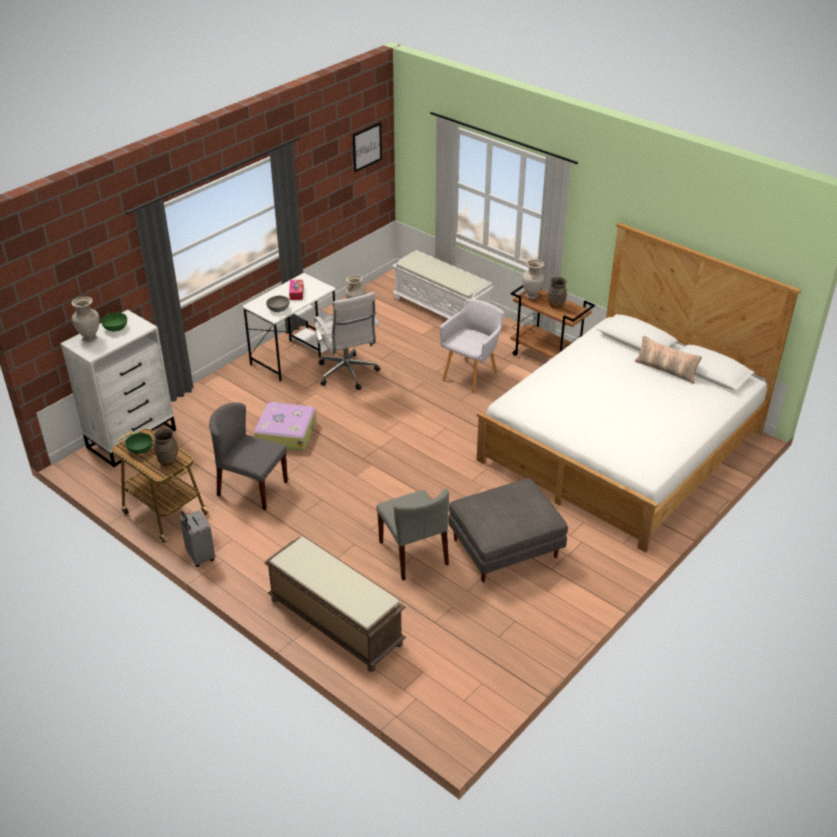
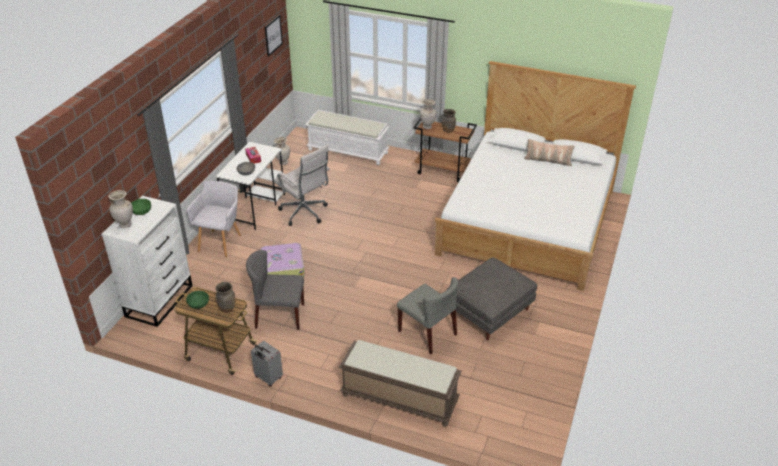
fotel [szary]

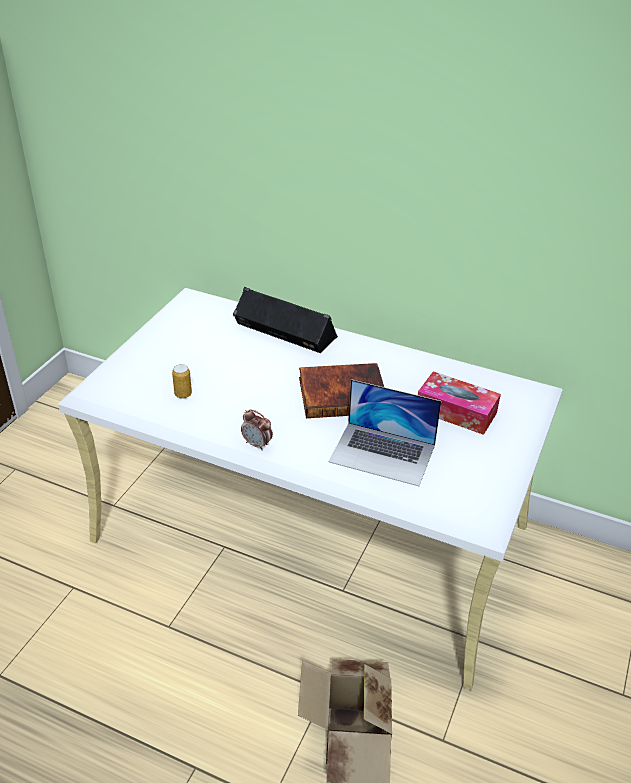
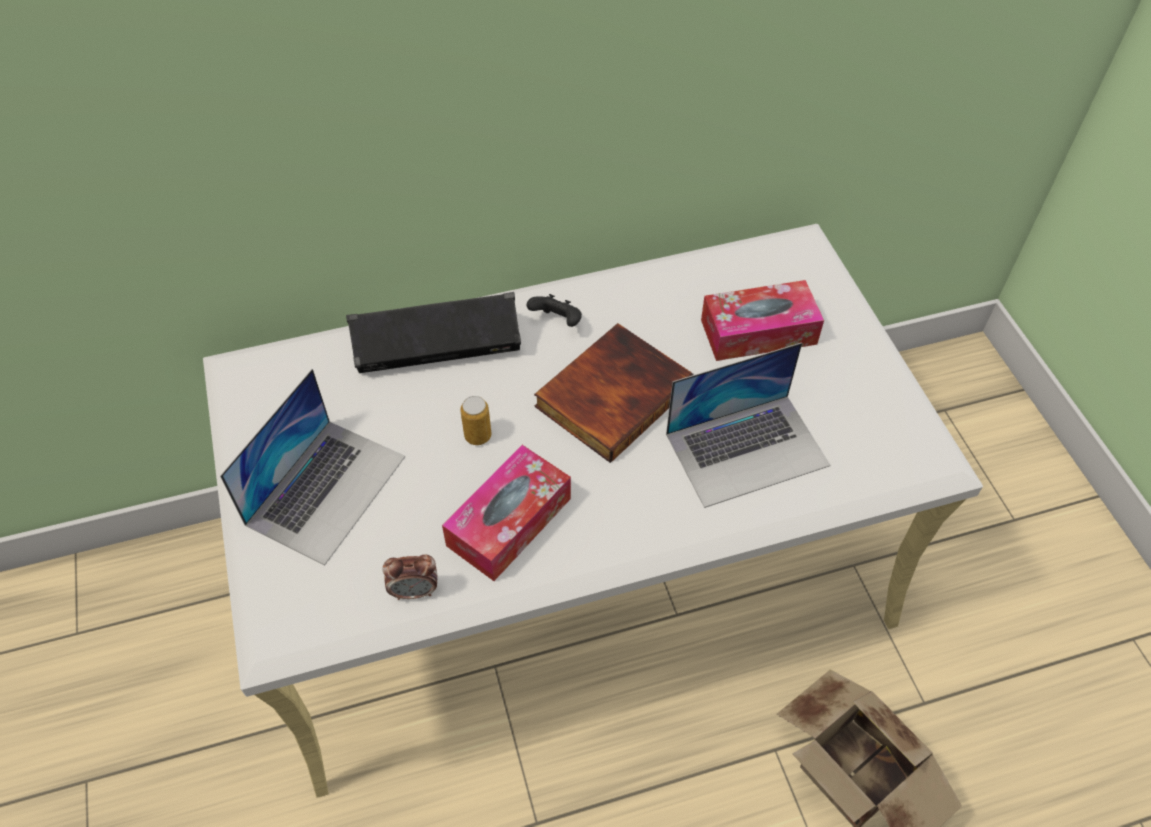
laptop (1st from left); pudełko chusteczek (1st from left); pad do gier [czarny]; puszka; budzik

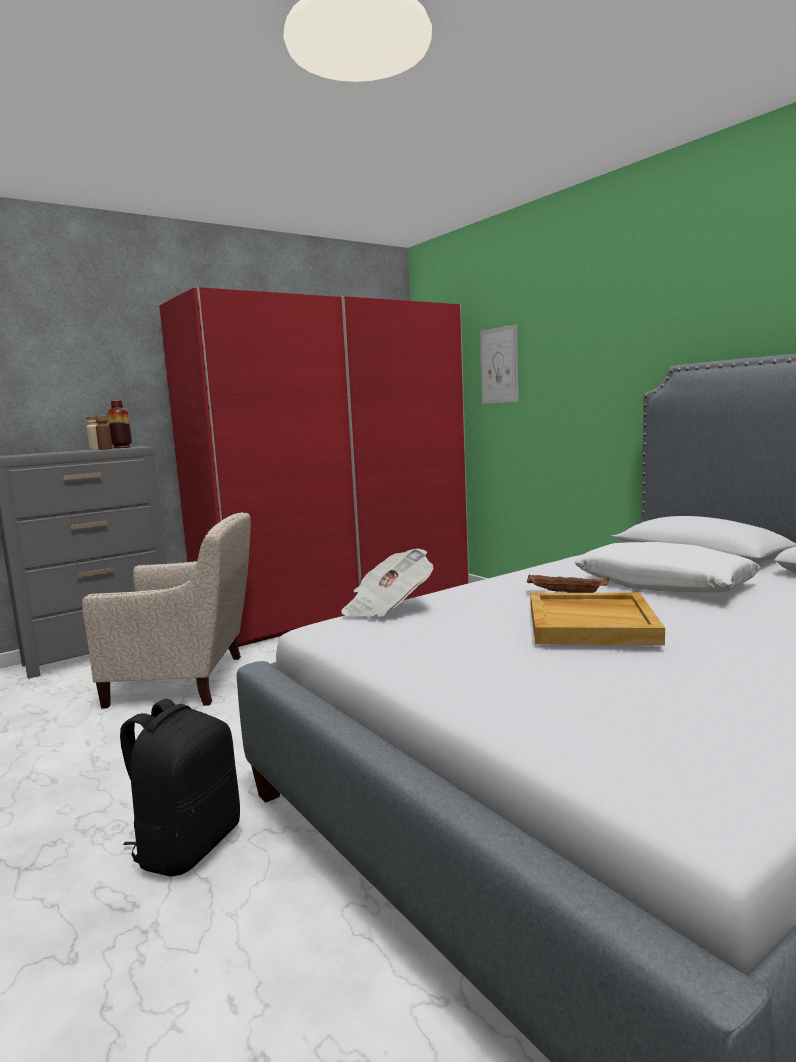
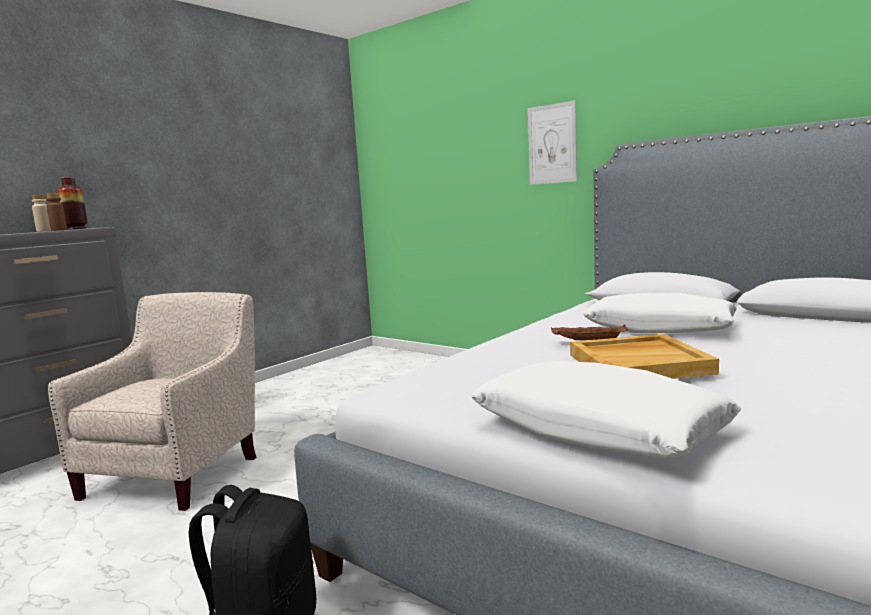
szafa [czerwony]; gazeta; poduszka [biały] (1st from left); obraz; fotel [beżowy]

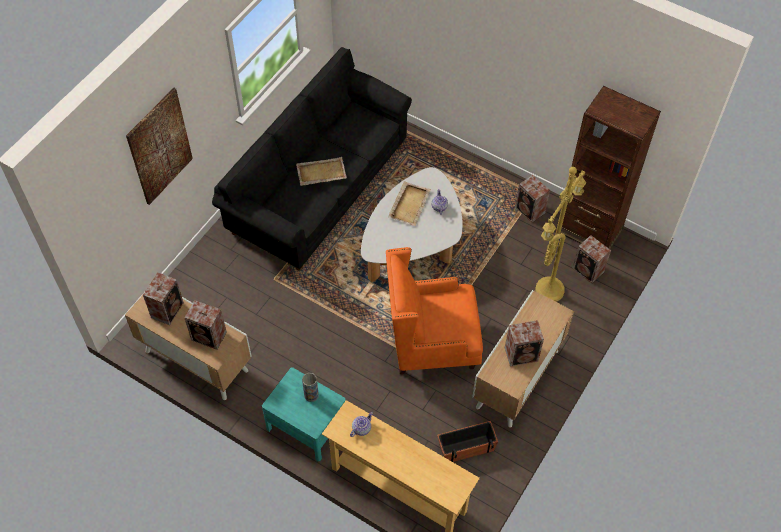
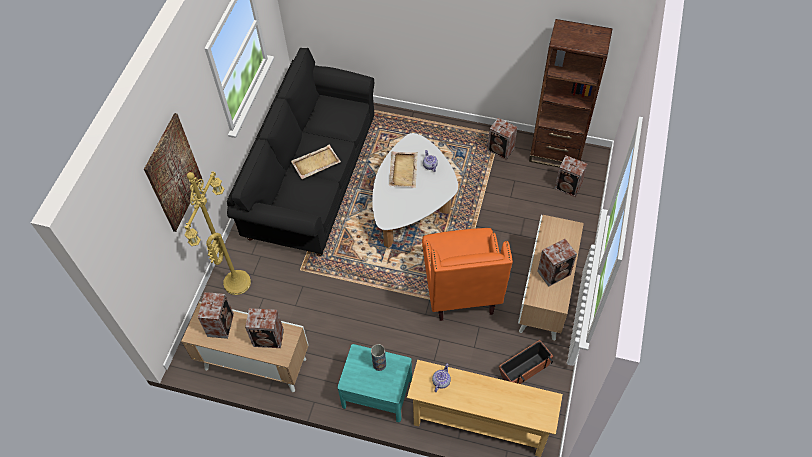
lampa stojąca [żółty]; fotel [pomarańczowy]

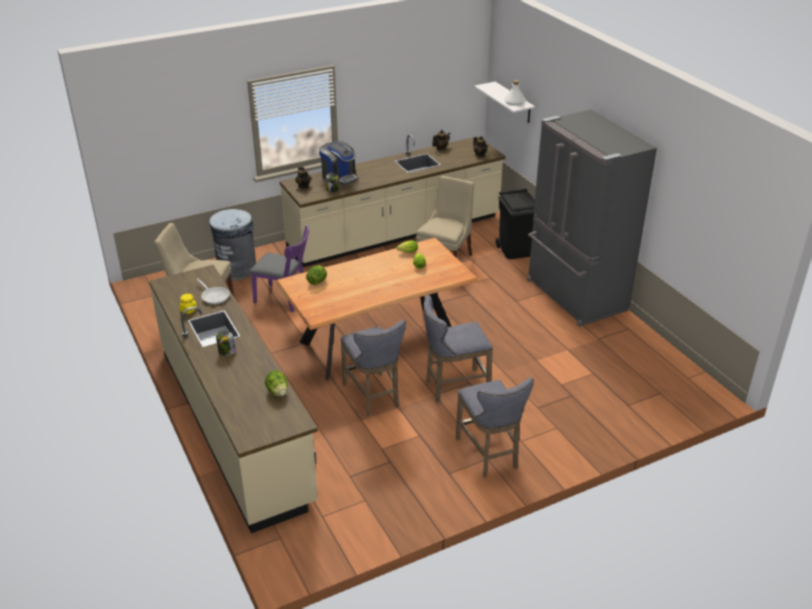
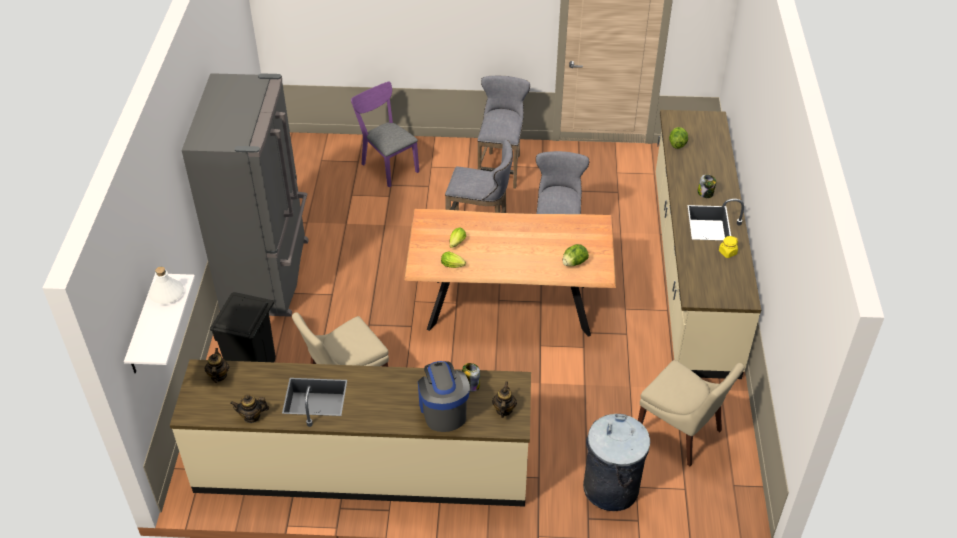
patelnia; krzesło [fioletowy]

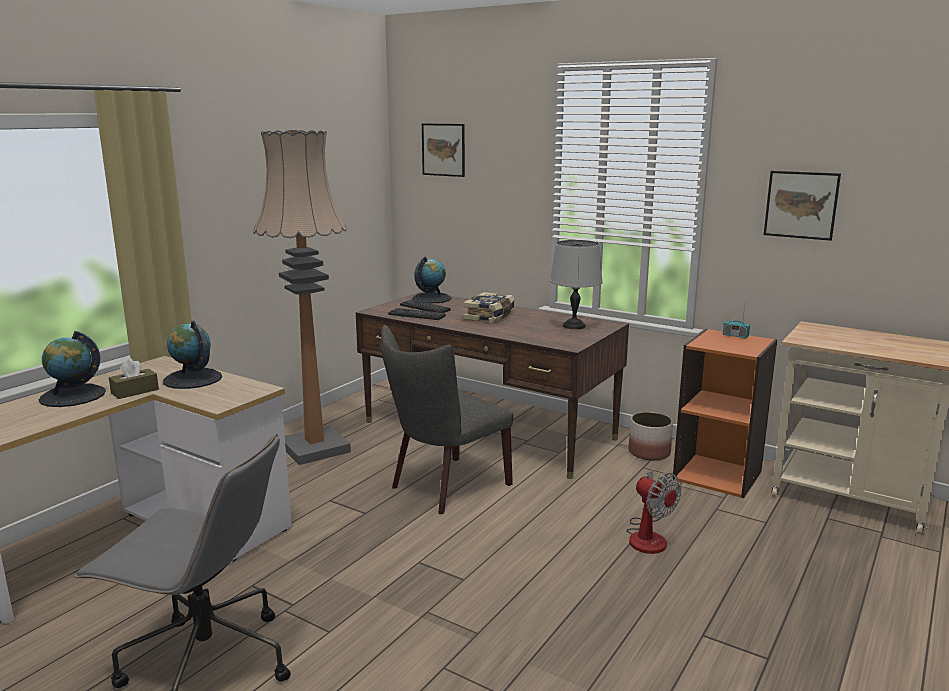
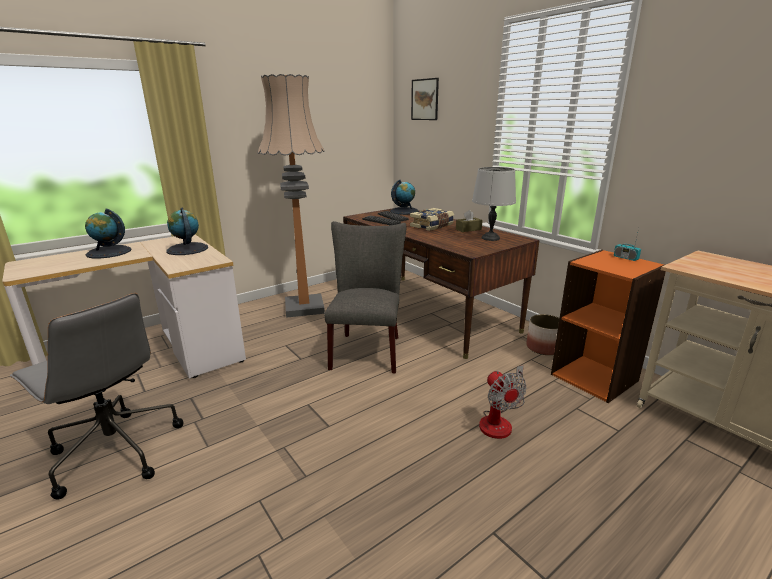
obraz (2nd from left in the first image); pudełko chusteczek [brązowy]; krzesło [szary]

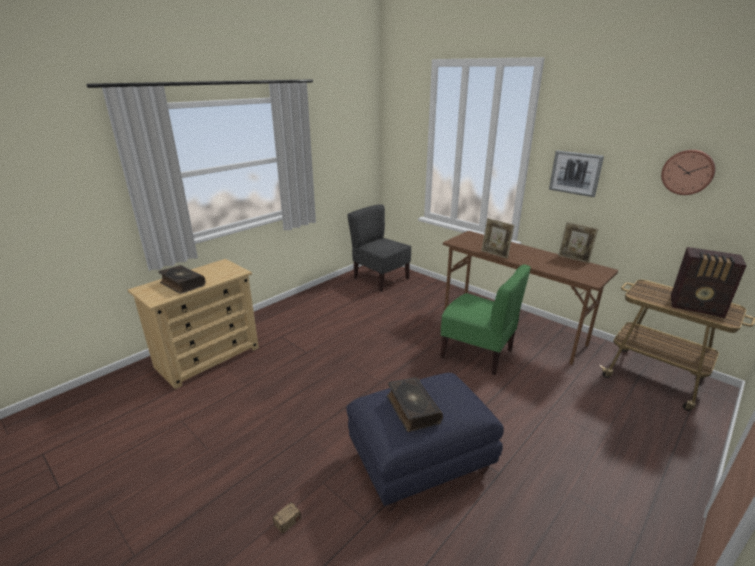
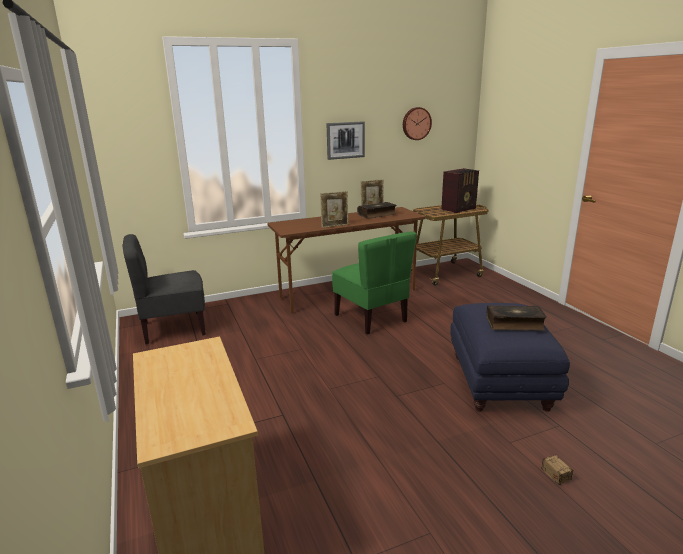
książka (1st from left); krzesło [zielony]

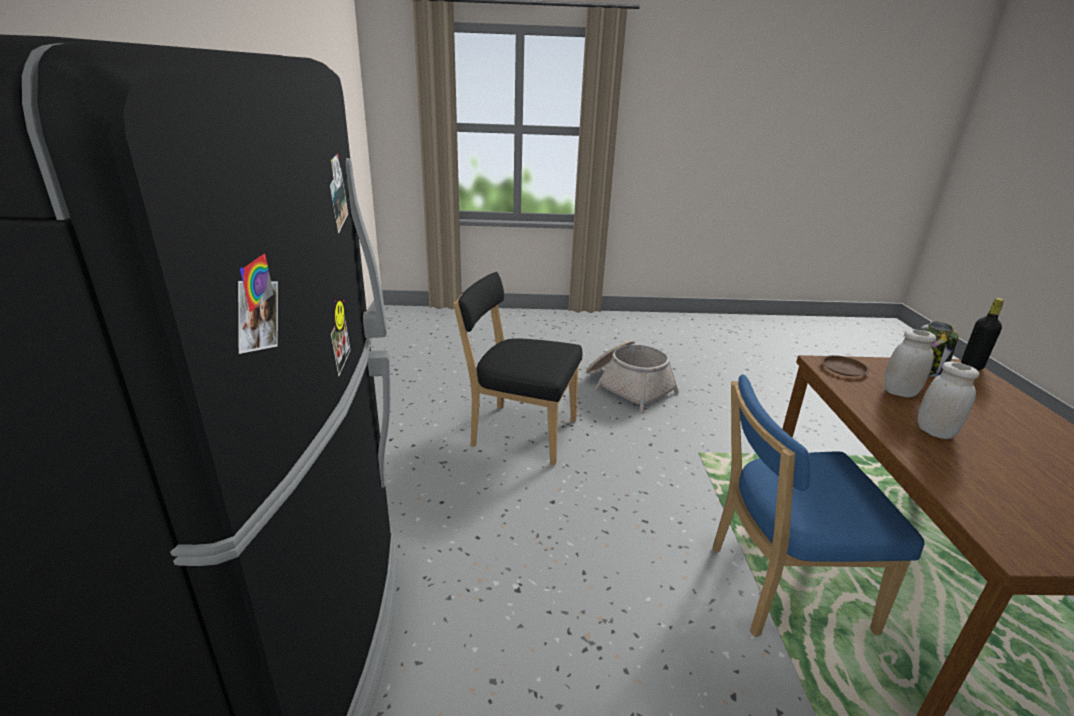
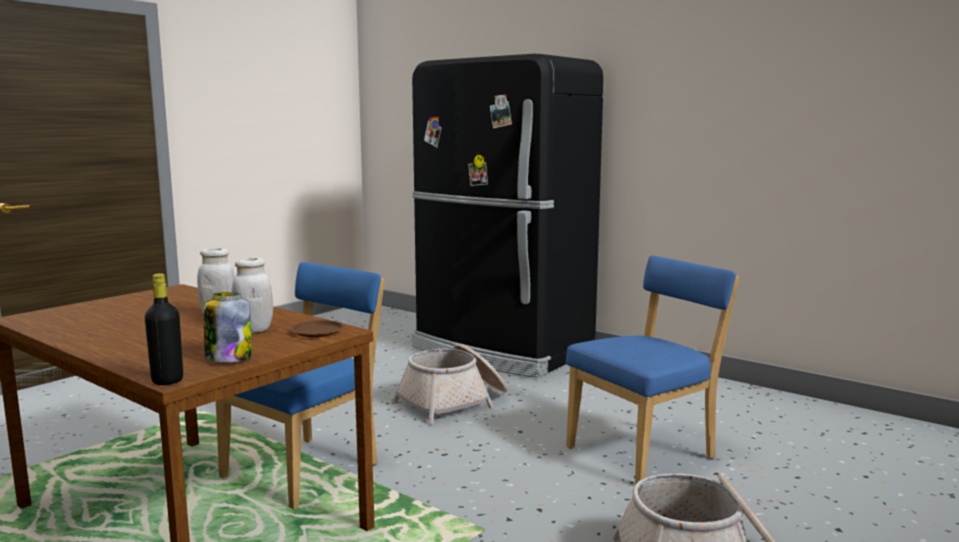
koszyk (1st from left); krzesło [niebieski] (2nd from left)

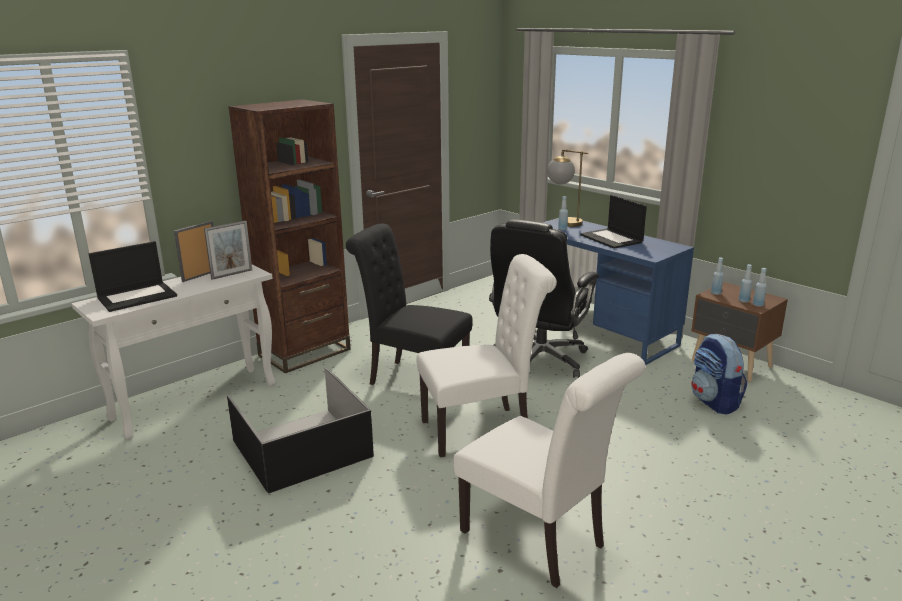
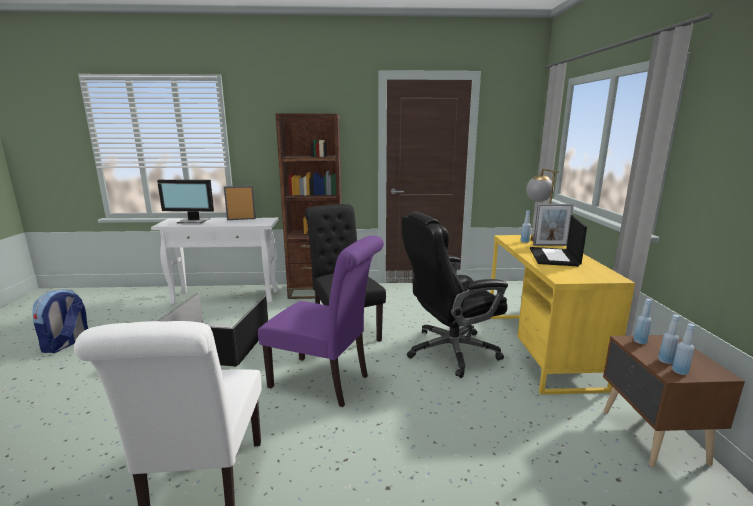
ramka na zdjęcie (2nd from left); plecak; monitor; krzesło [fioletowy]; biurko [żółty]

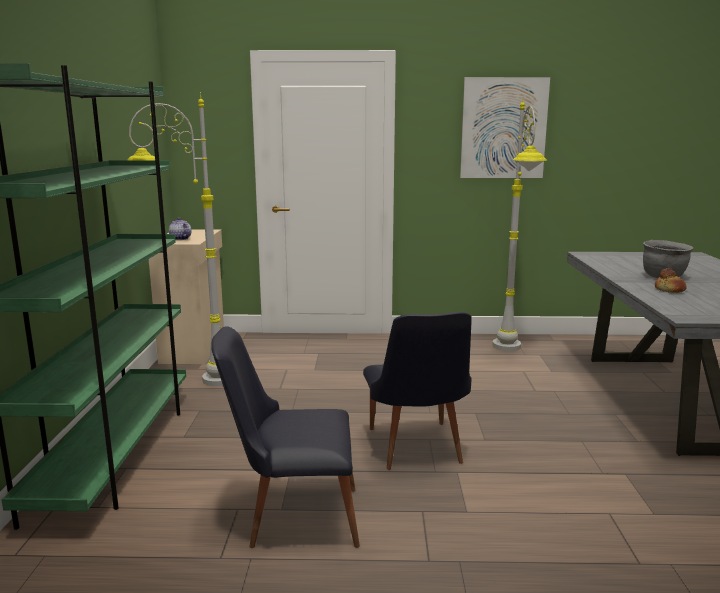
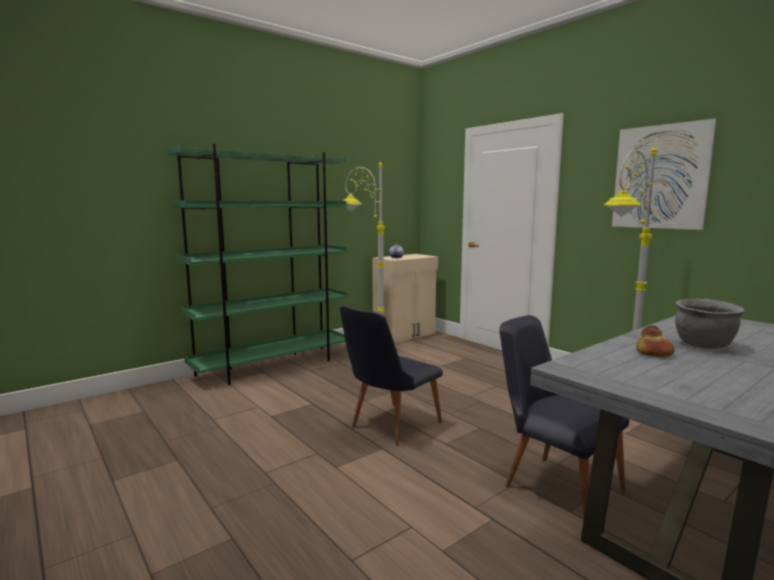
krzesło [czarny] (2nd from left)

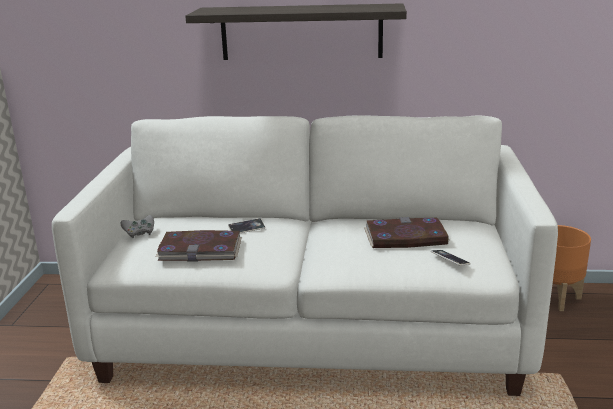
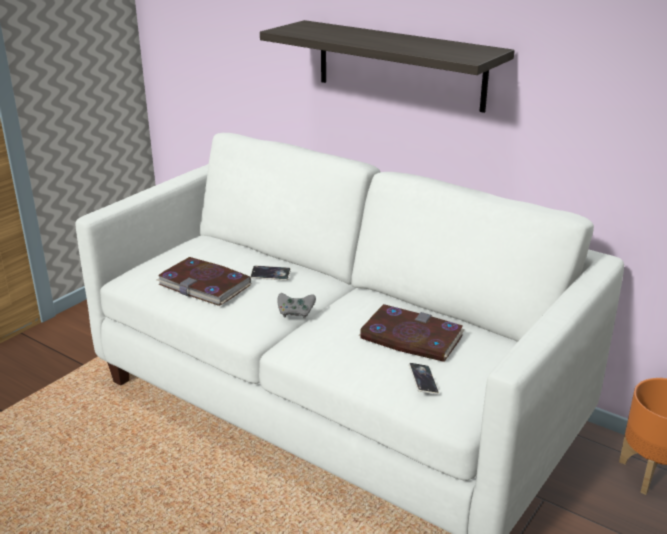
pad do gier [szary]

